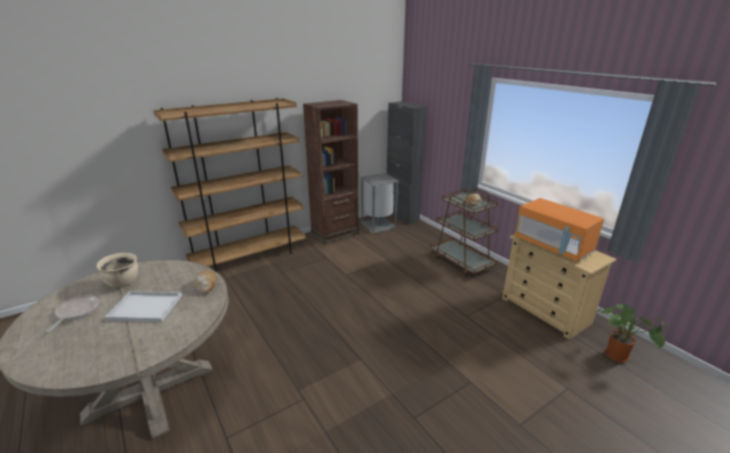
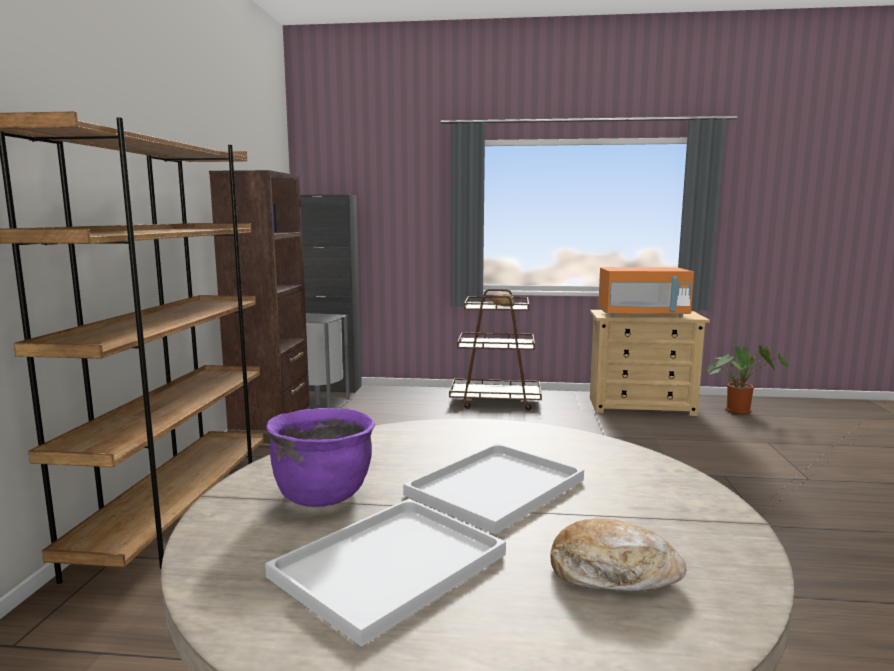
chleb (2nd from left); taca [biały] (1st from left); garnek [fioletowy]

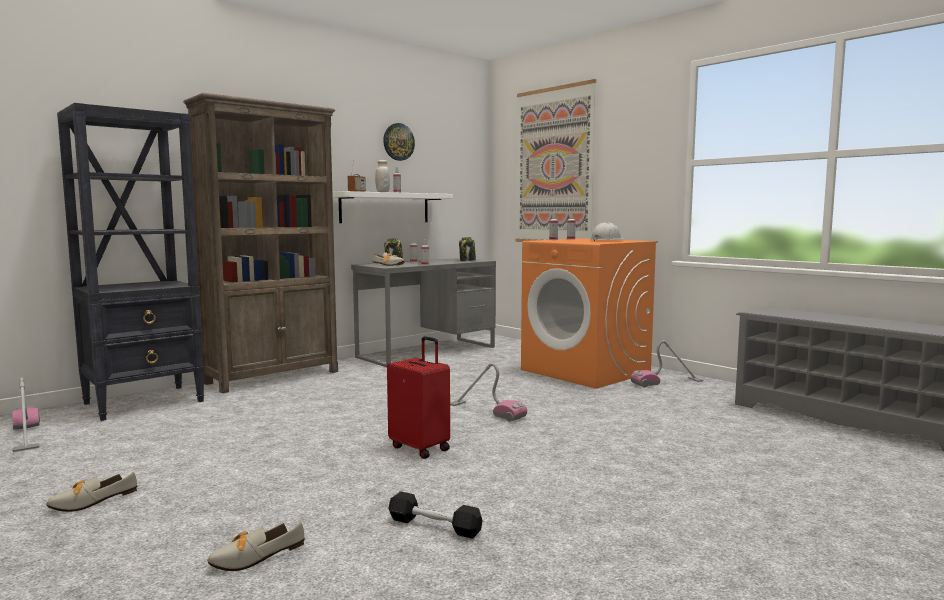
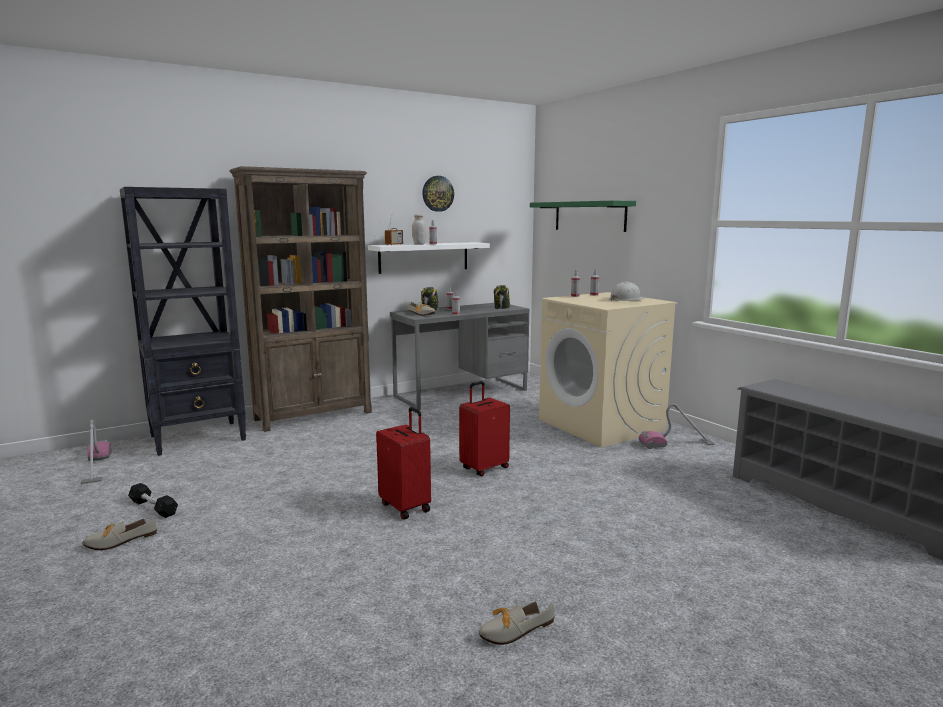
but (3rd from left); hantel [czarny]; walizka [czerwony] (2nd from left); półka [zielony]; pralka [beżowy]

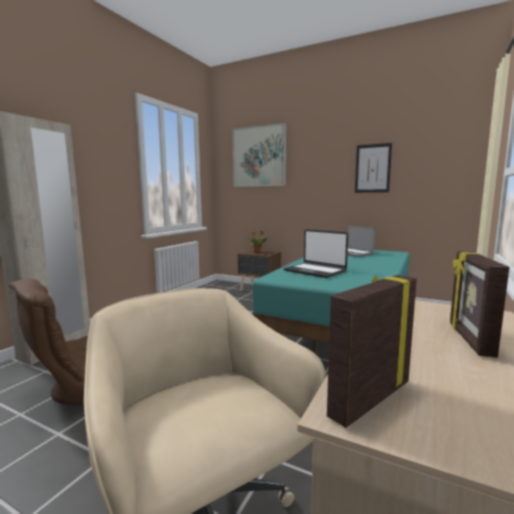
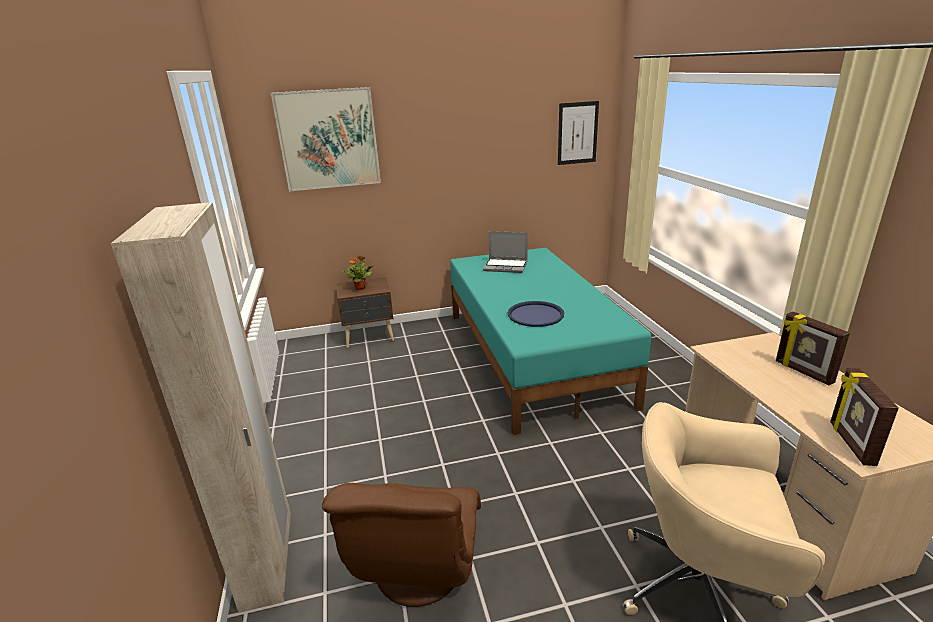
obraz (2nd from left); taca [niebieski]

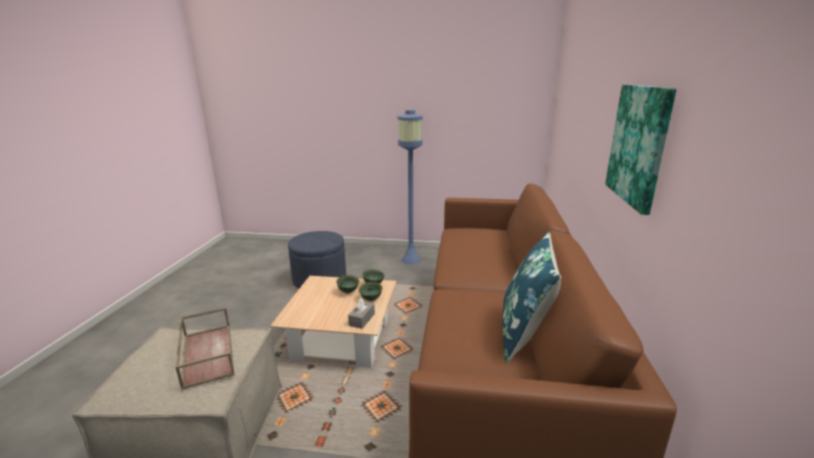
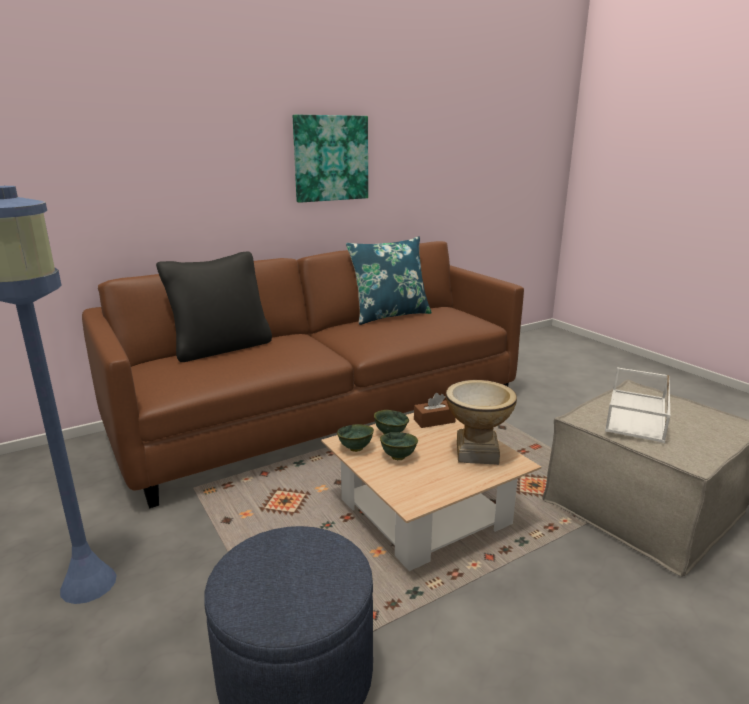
poduszka [czarny]; wazon; taca [biały]; pudełko chusteczek [brązowy]

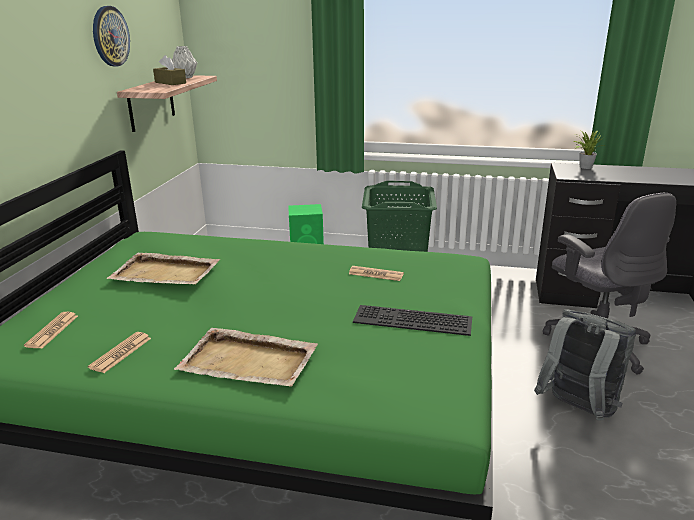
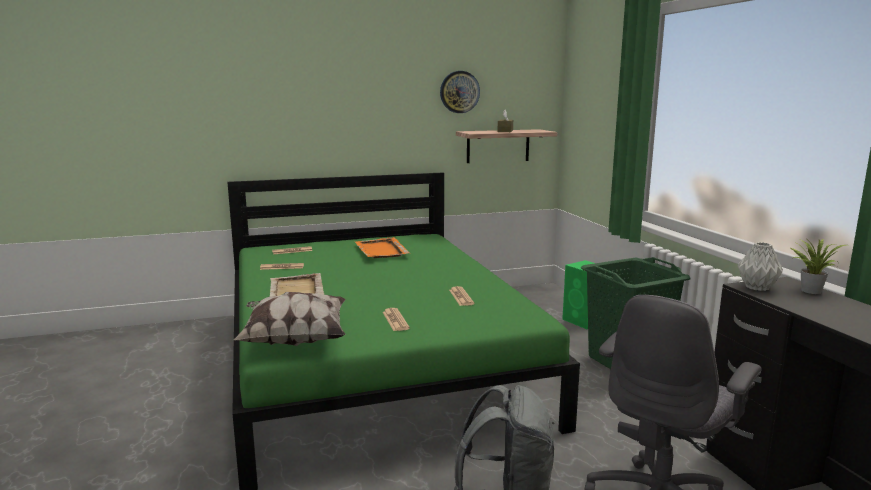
poduszka; wazon [szary]; gazeta (3rd from left); taca [pomarańczowy]

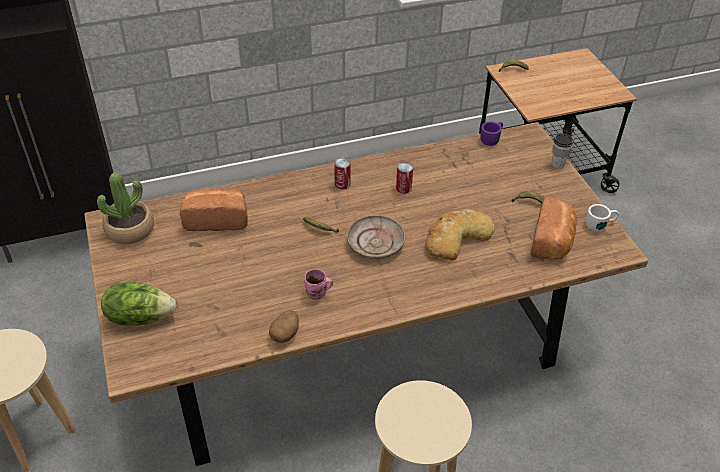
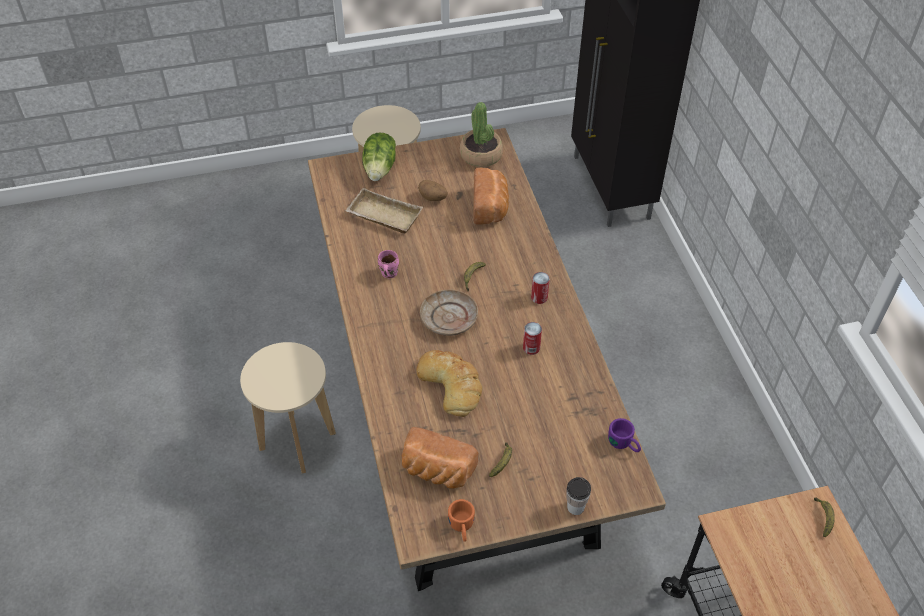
taca [beżowy]; ziemniak; kubek [pomarańczowy]

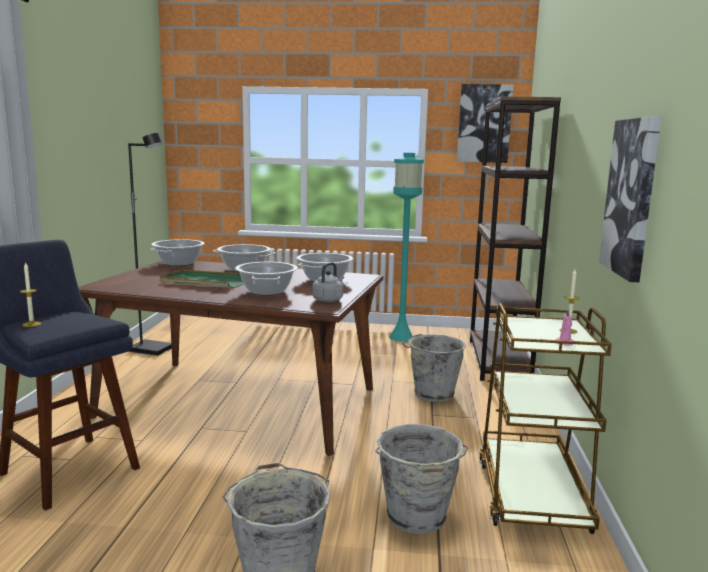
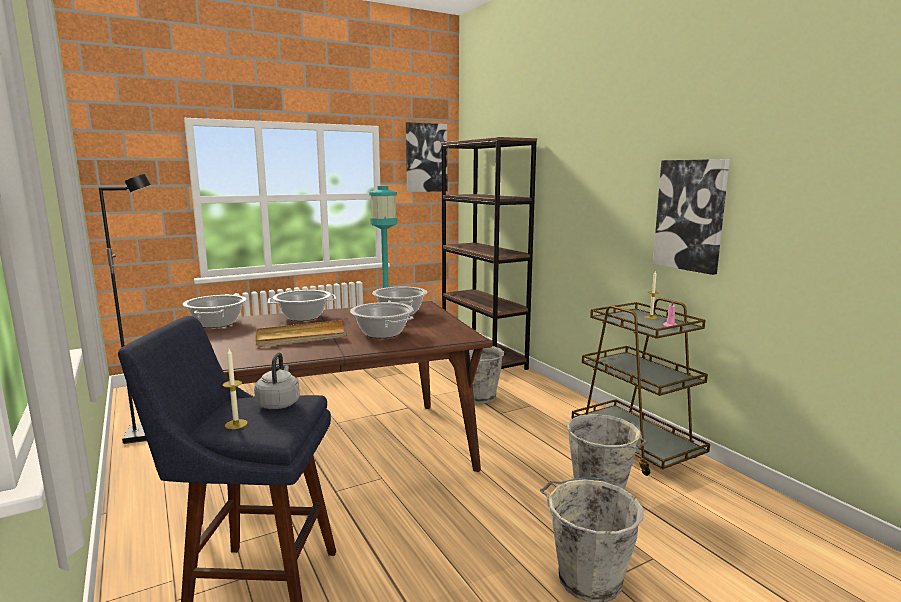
czajnik [szary]; taca [beżowy]

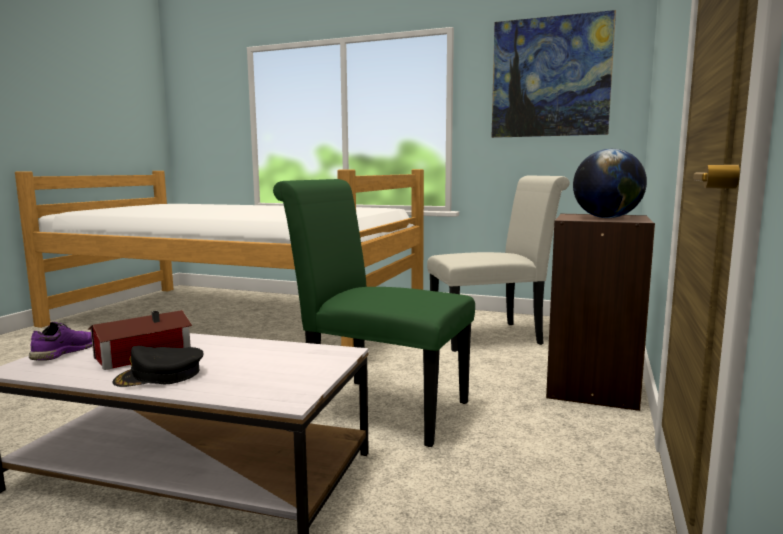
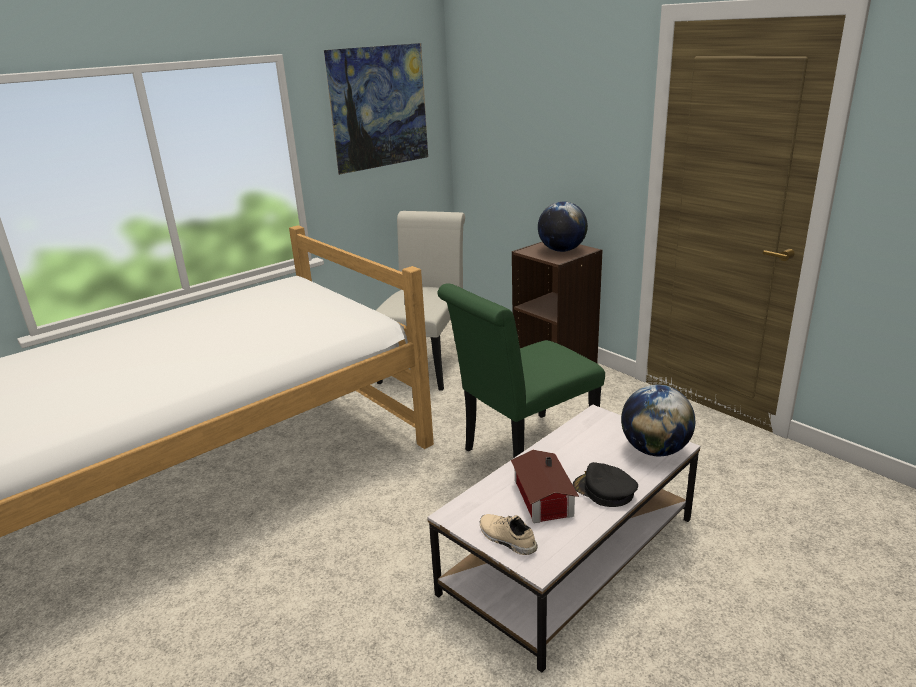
globus (2nd from left); but [beżowy]; czapka z daszkiem [czarny]

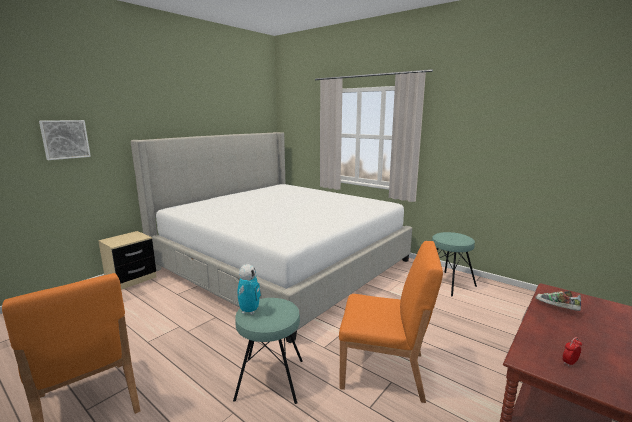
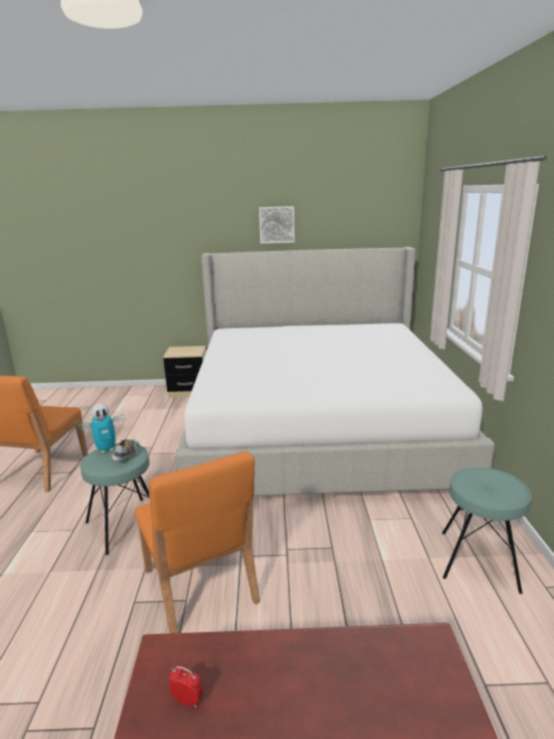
obraz; but

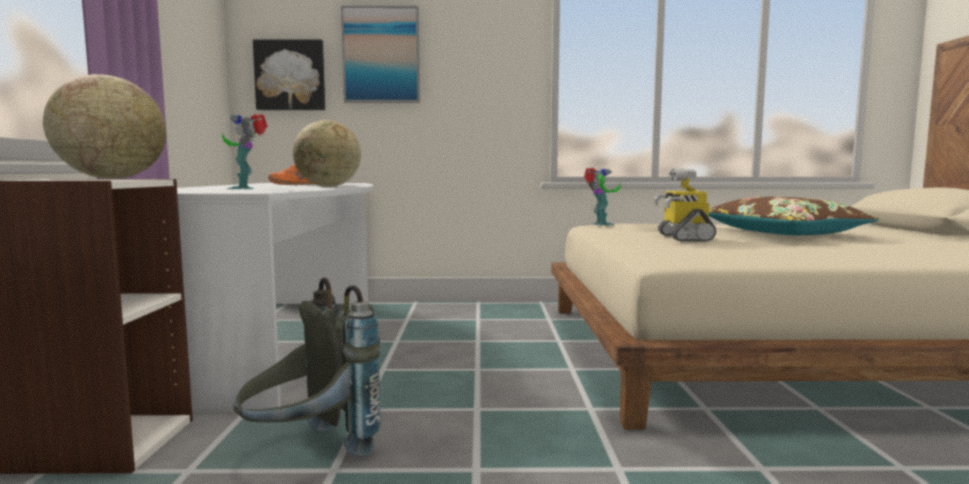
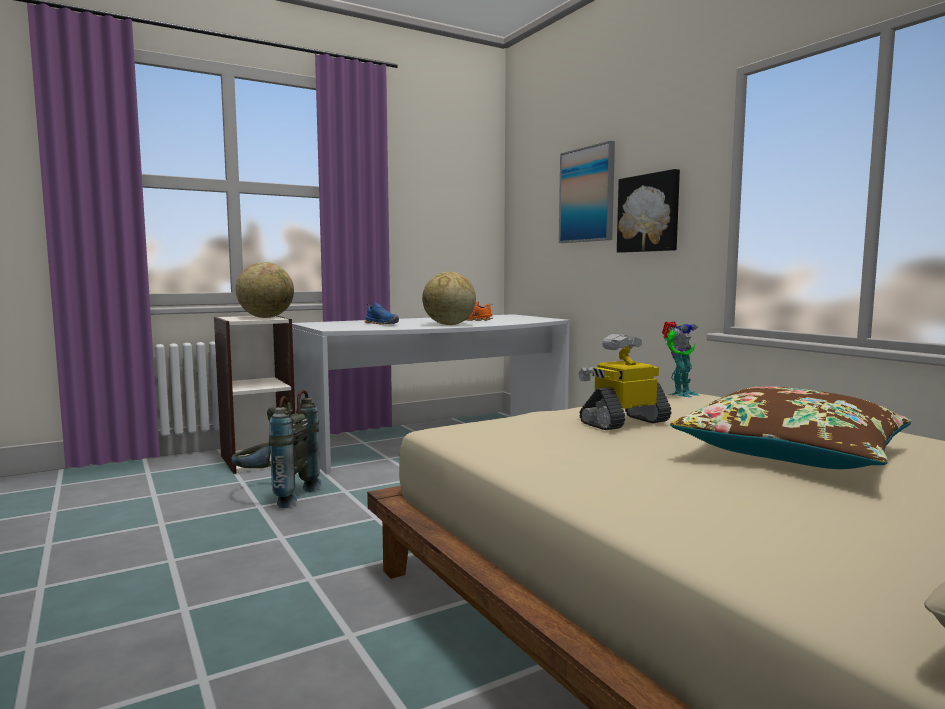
obraz (2nd from left); but [niebieski]

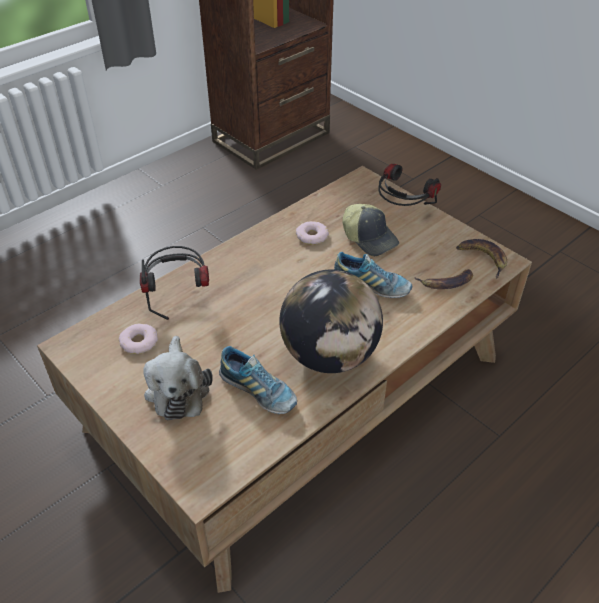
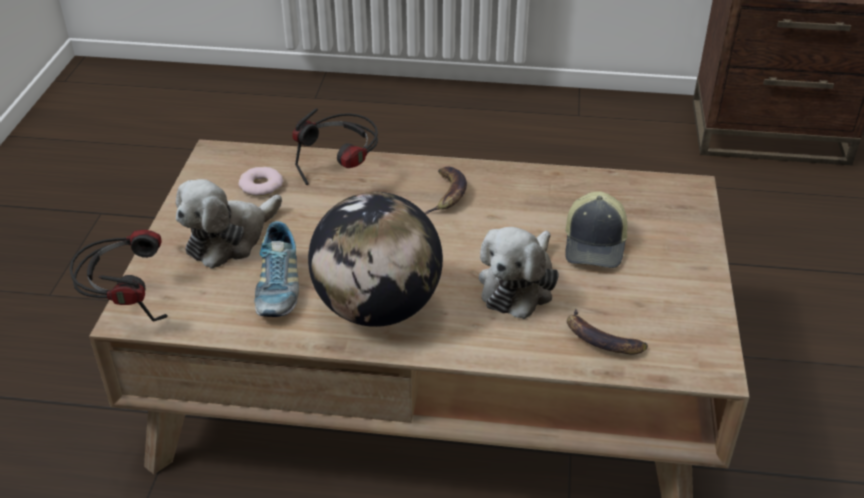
donut (2nd from left in the first image); słuchawki (1st from left); banan (1st from left); pluszak (2nd from left)

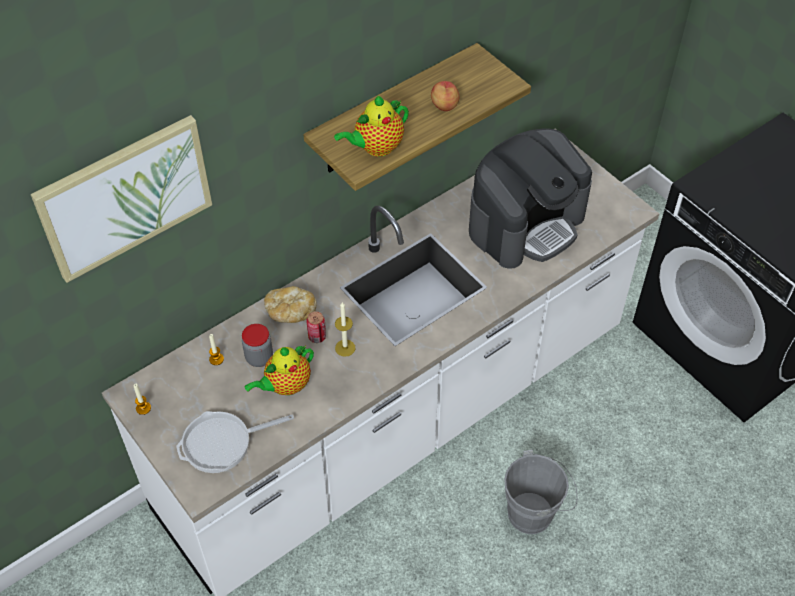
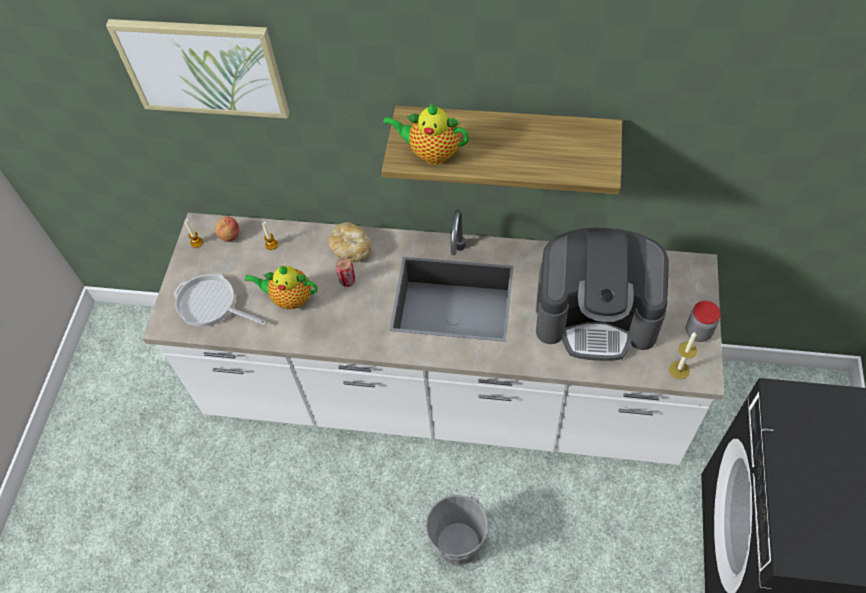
słoik; świeca (3rd from left); jabłko

